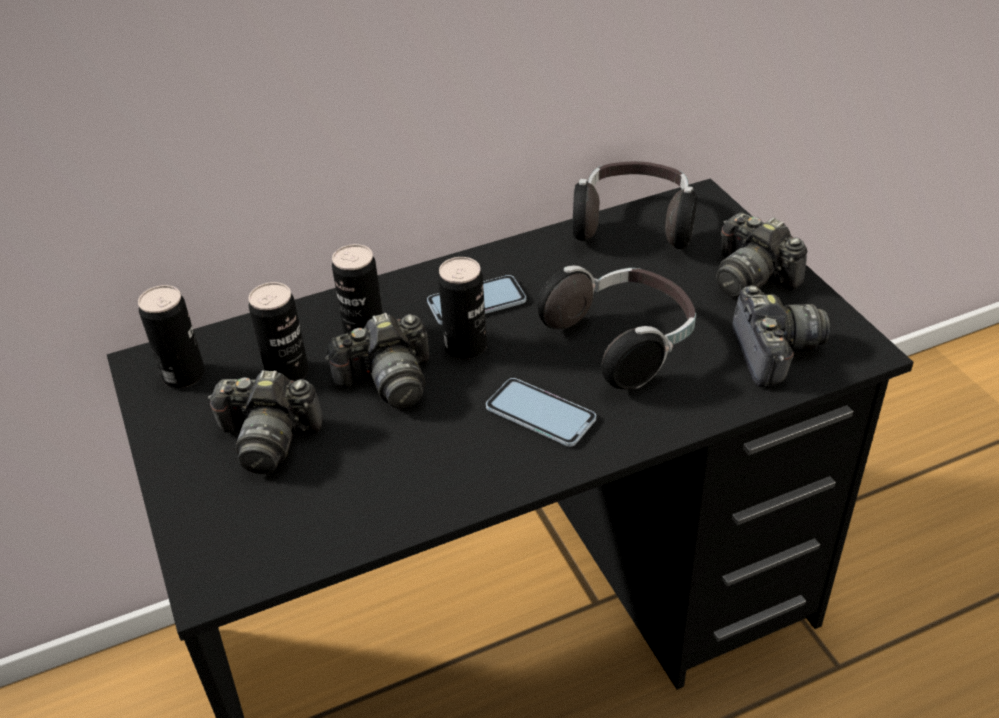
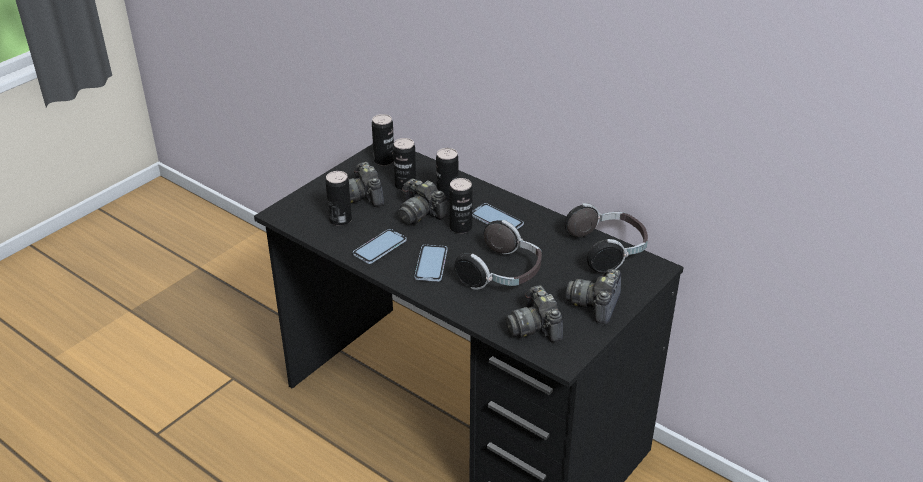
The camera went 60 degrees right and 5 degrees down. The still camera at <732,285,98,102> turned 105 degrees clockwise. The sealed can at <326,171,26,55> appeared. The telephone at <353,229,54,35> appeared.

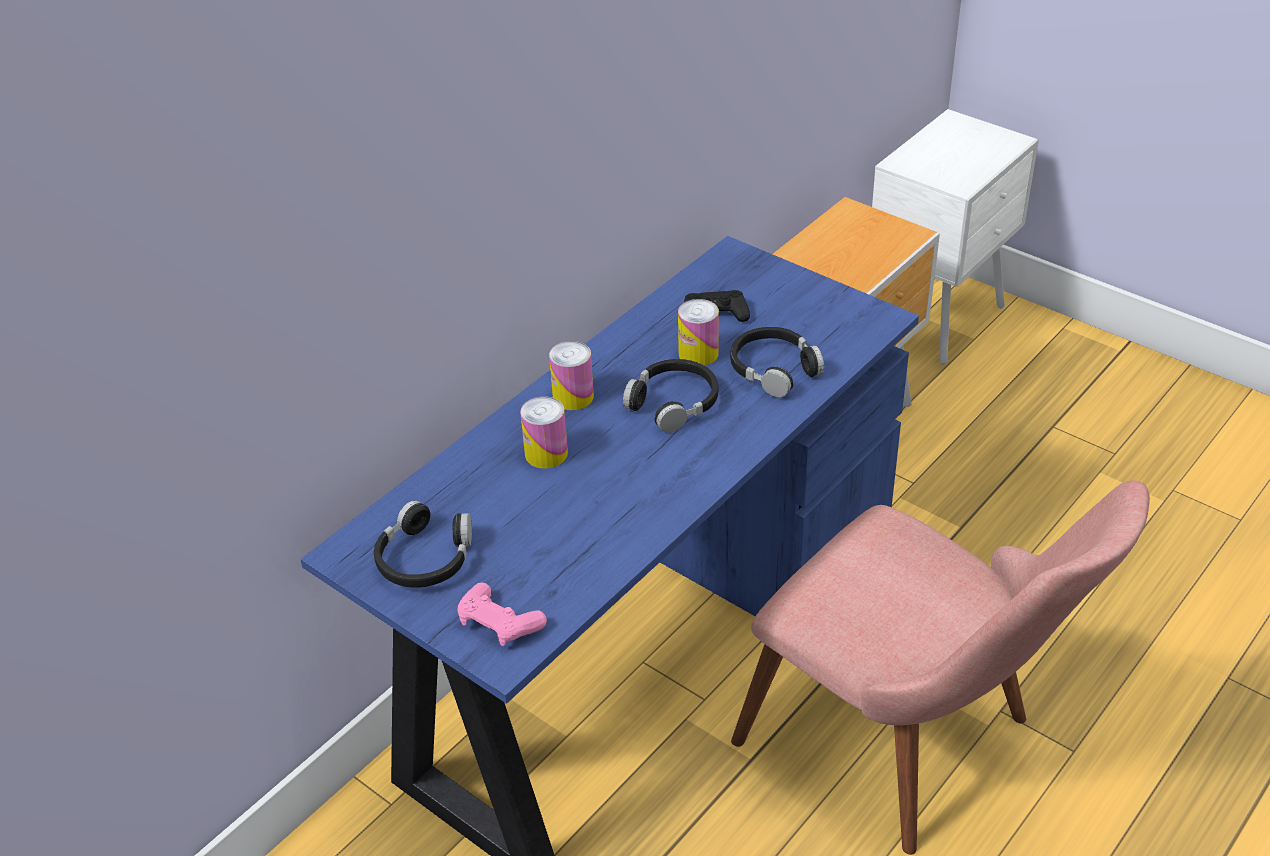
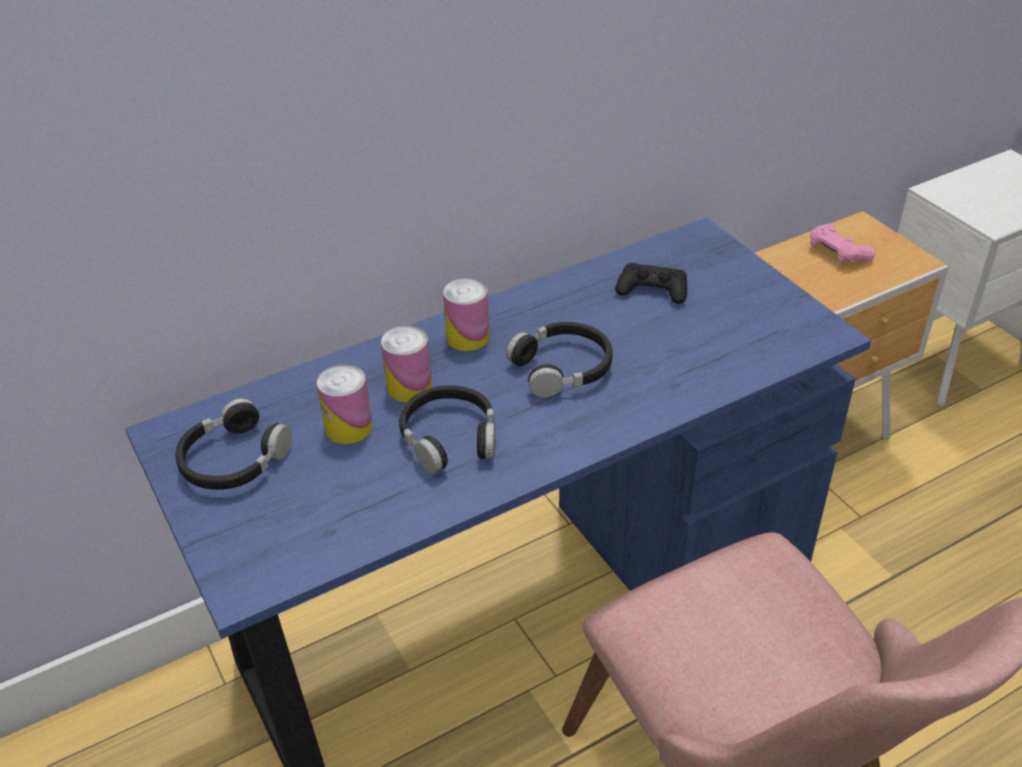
The camera went 20 degrees right and 0 degrees up. The sealed can moved from <678,299,41,67> to <317,364,55,80>. The blackish headset moved from <730,327,94,70> to <399,385,97,89>. The pinkish game controller moved from <457,583,90,63> to <810,224,65,39>.

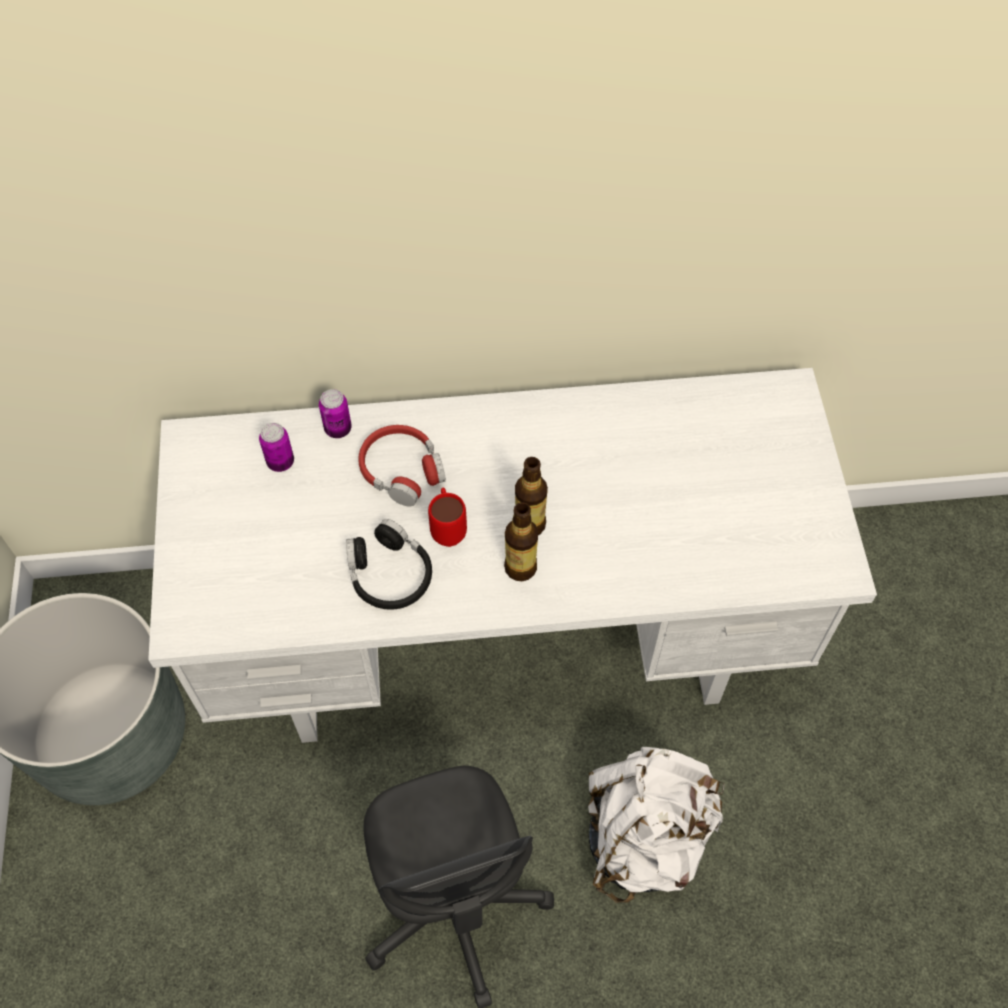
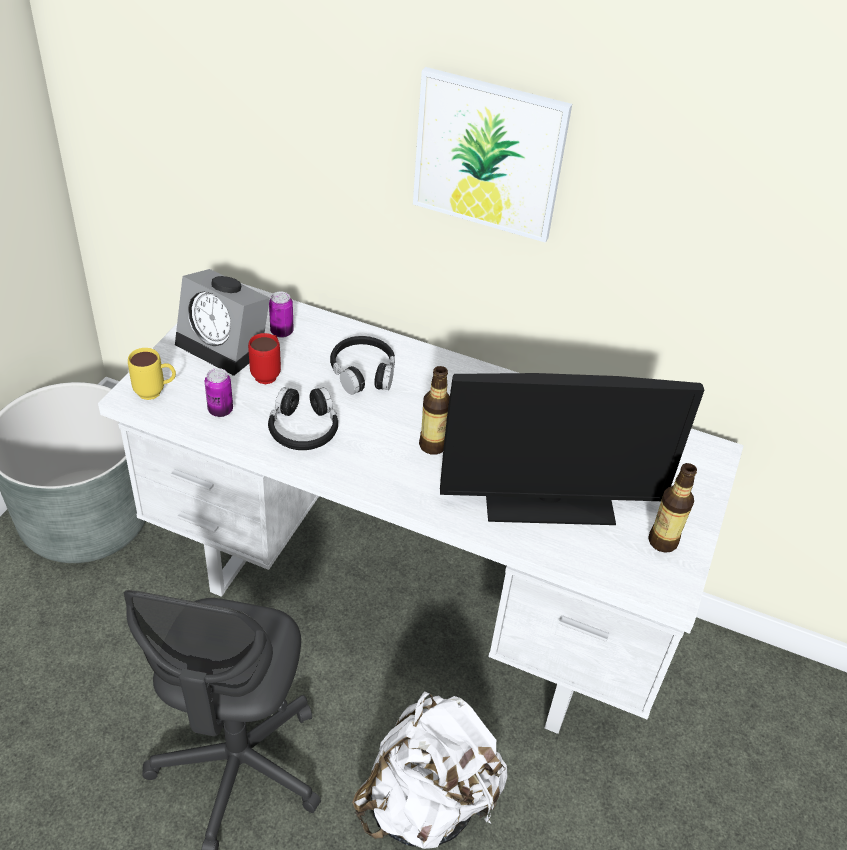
The camera went 25 degrees right and 15 degrees down. The sealed can moved from <319,389,33,49> to <205,368,28,49>. The reddish headset at <358,425,88,81> became the blackish headset at <330,336,65,59>. The reddish mug moved from <428,488,39,59> to <248,333,33,51>. The drink bottle moved from <504,502,34,79> to <648,463,49,90>. The picture at <413,67,159,176> appeared. The bedside clock at <175,269,95,107> appeared. The yellow mug at <128,348,48,52> appeared. The computer screen at <440,373,264,152> appeared.

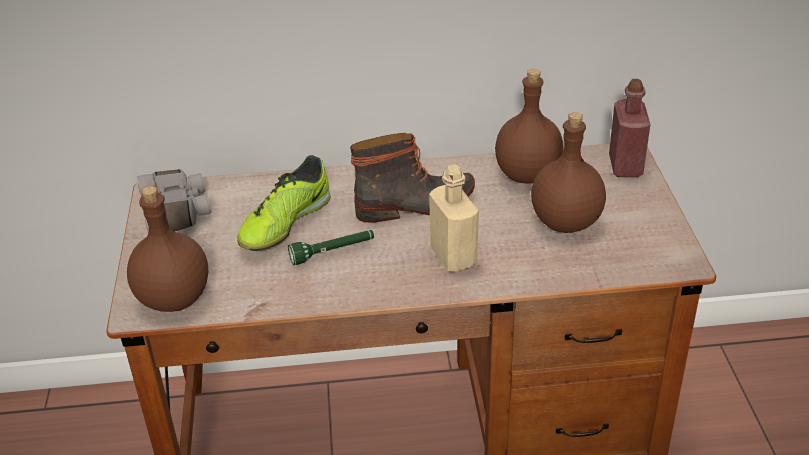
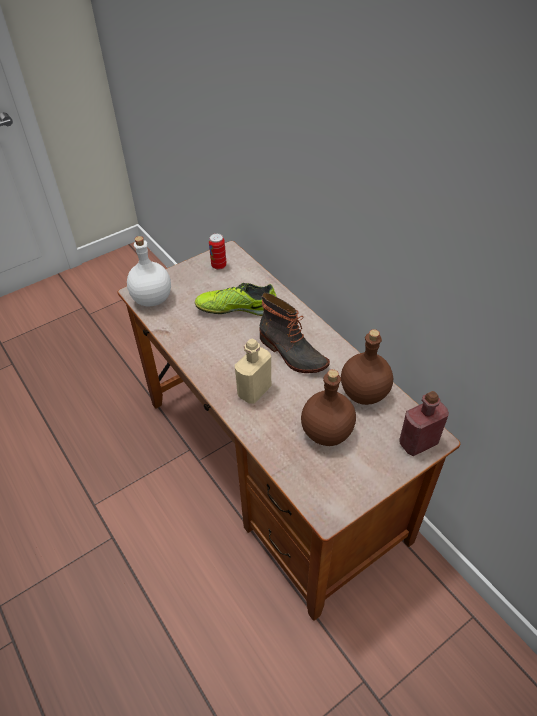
The camera went 60 degrees right and 10 degrees up. The grey binoculars at <137,169,74,64> was replaced by the sealed can at <209,233,18,37>. The brown-coloured drink bottle at <127,186,81,126> became the whitish drink bottle at <127,236,44,70>. The green-coloured hand torch at <288,230,86,35> disappeared.

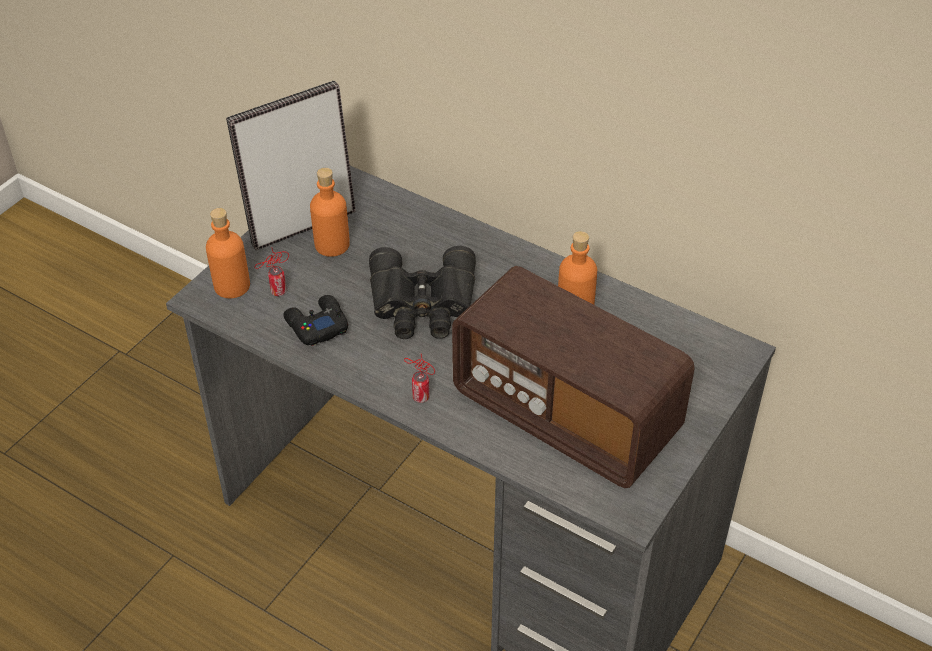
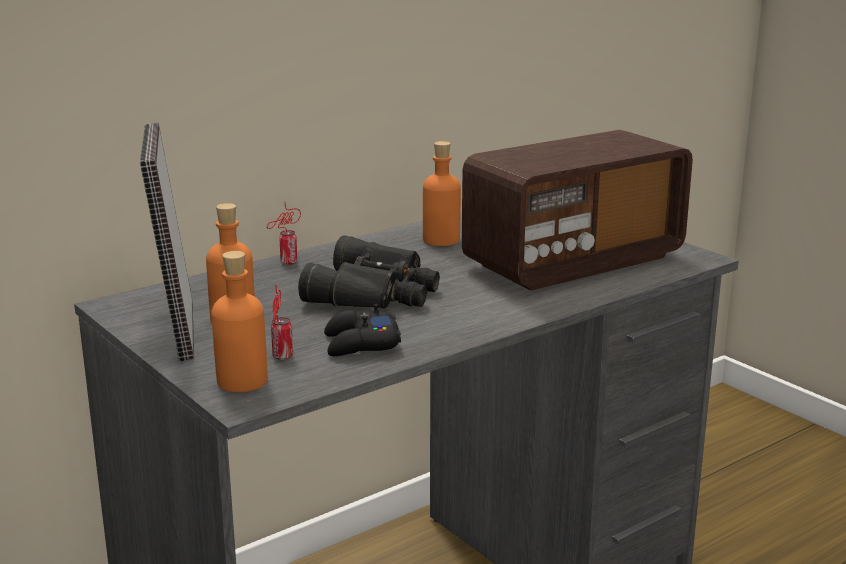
The camera went 70 degrees left and 25 degrees down. The sealed can moved from <404,353,31,50> to <267,204,34,61>.

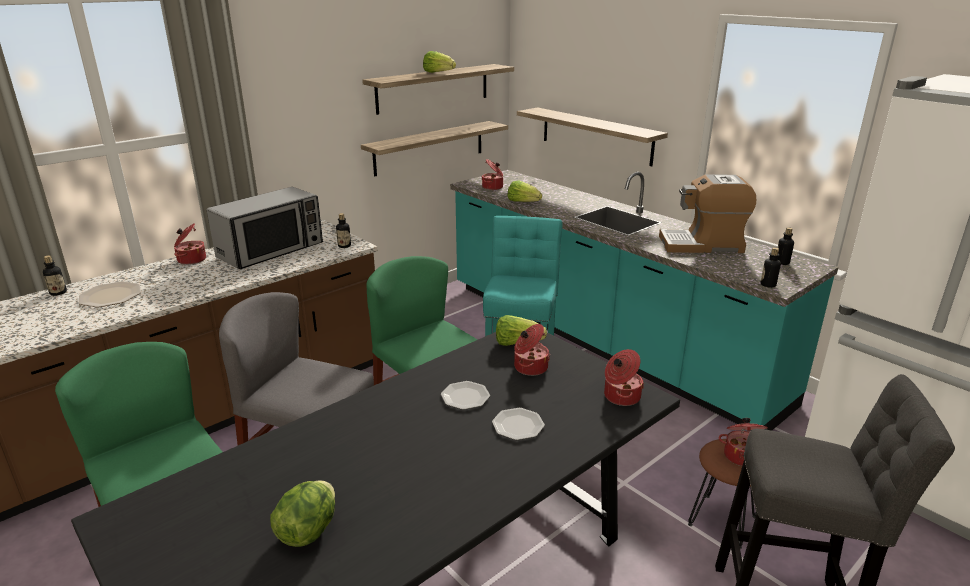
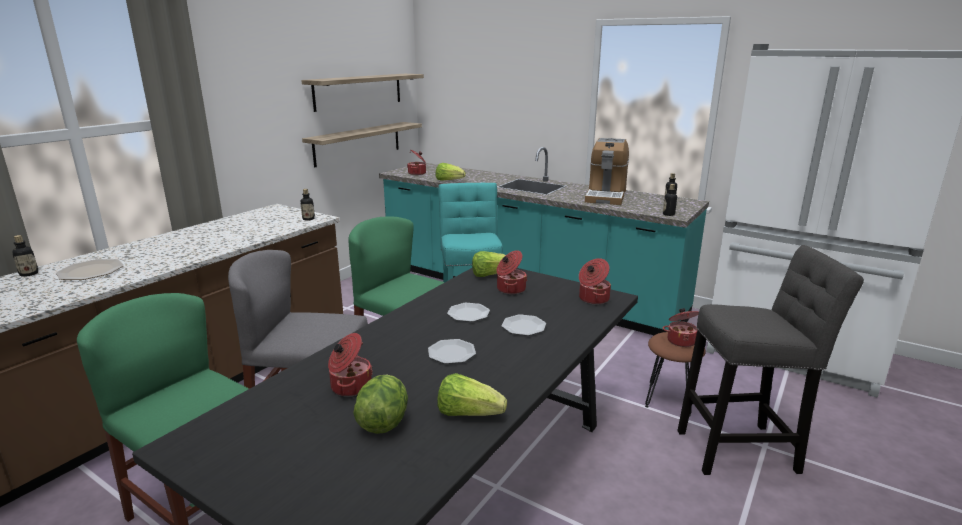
The camera went 15 degrees left and 5 degrees down. The head of lettuce moved from <423,51,33,22> to <437,373,70,43>. The wall shelf at <517,107,151,60> disappeared. The coffee machine at <659,174,97,79> turned 60 degrees counterclockwise. The kitchen microwave at <206,187,117,82> disappeared. The stockpot moved from <174,223,32,42> to <328,333,45,63>. The plate at <428,339,48,25> appeared.

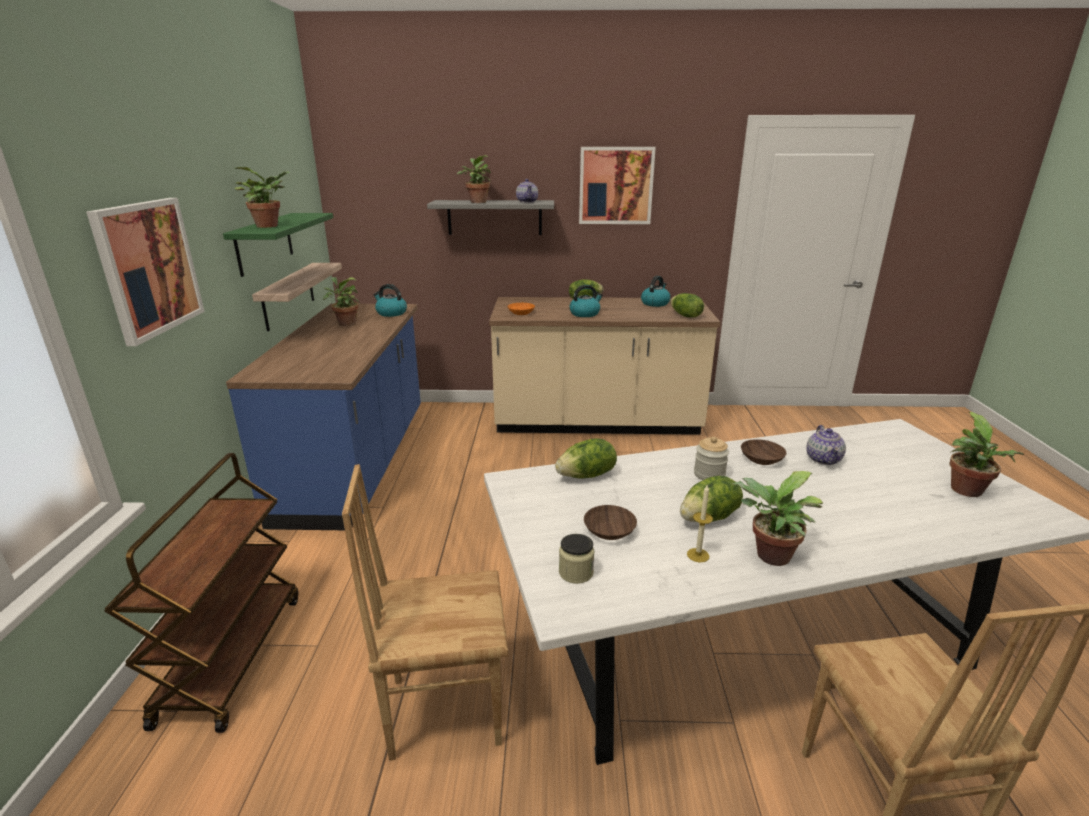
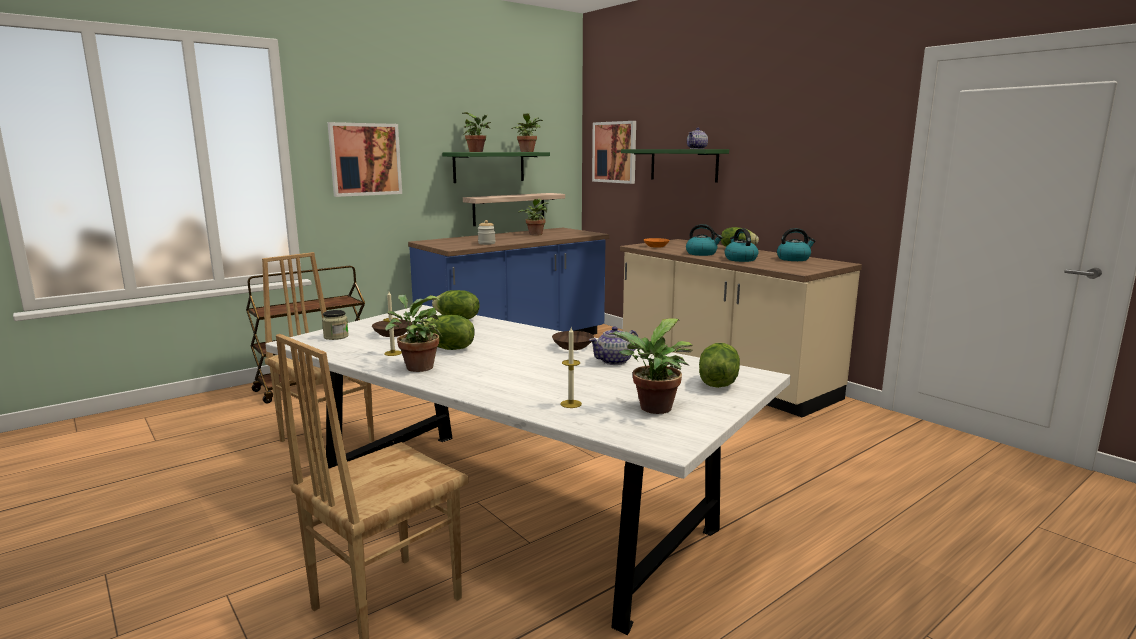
The camera went 50 degrees right and 10 degrees down. The picture moved from <579,147,77,77> to <592,121,44,63>. The potted plant moved from <457,155,34,48> to <511,113,32,39>. The grey wall shelf at <427,200,127,35> became the green-coloured wall shelf at <621,149,108,34>. The tea kettle moved from <373,284,34,33> to <725,228,33,34>. The head of lettuce moved from <670,293,34,24> to <699,343,41,45>. The jar moved from <694,437,35,43> to <478,220,17,25>. The wax light at <560,327,22,81> appeared.

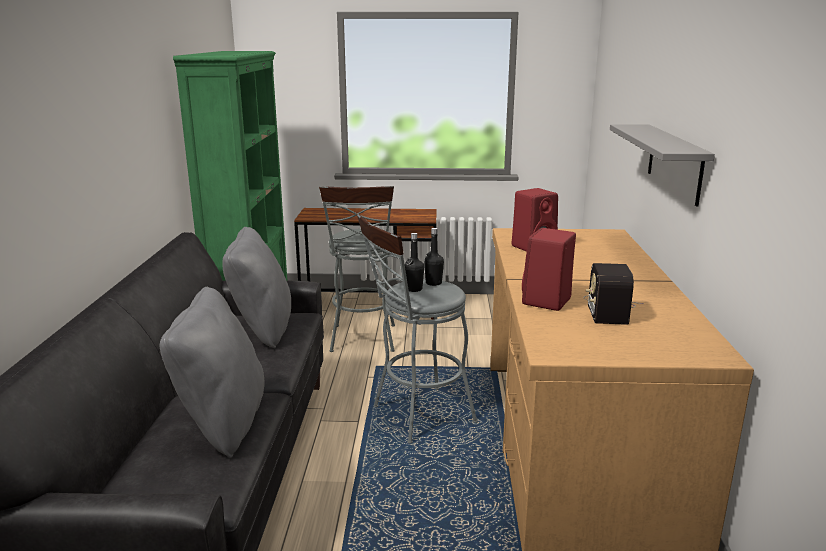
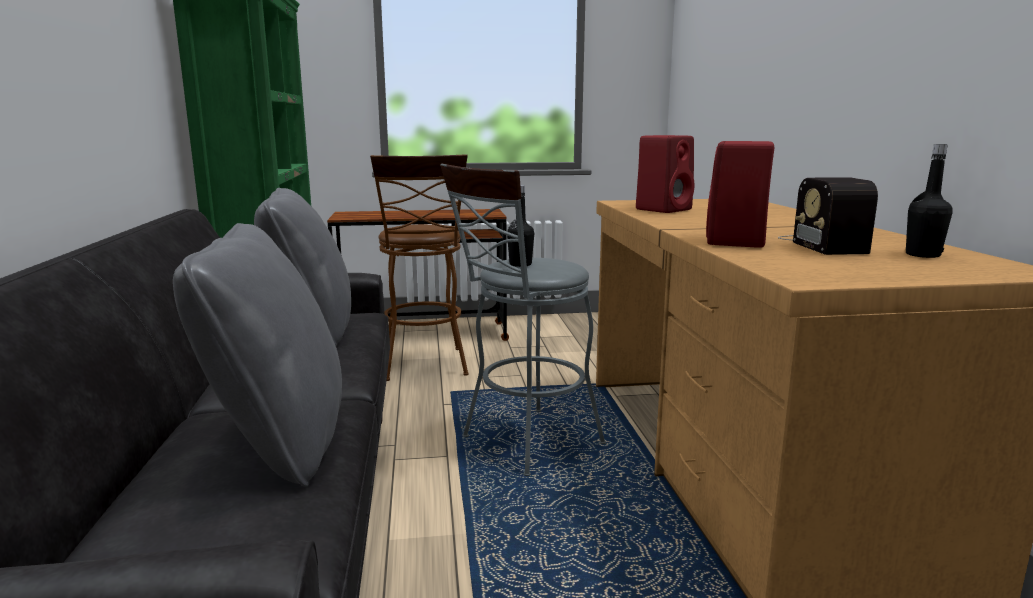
The camera went 10 degrees left and 5 degrees down. The grey wall shelf at <610,124,105,83> disappeared. The grey stool seat at <319,186,76,166> became the brown-coloured stool seat at <370,154,99,227>. The blackish drink bottle moved from <424,228,20,58> to <906,144,47,114>.

